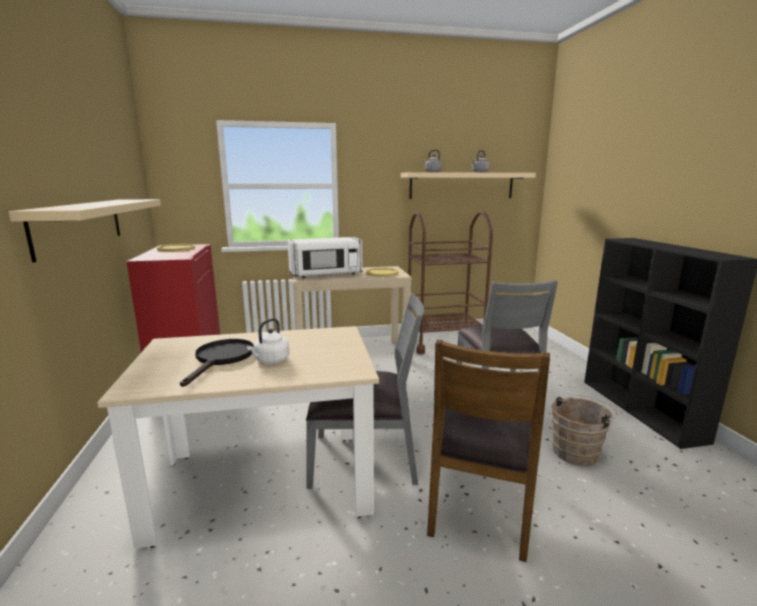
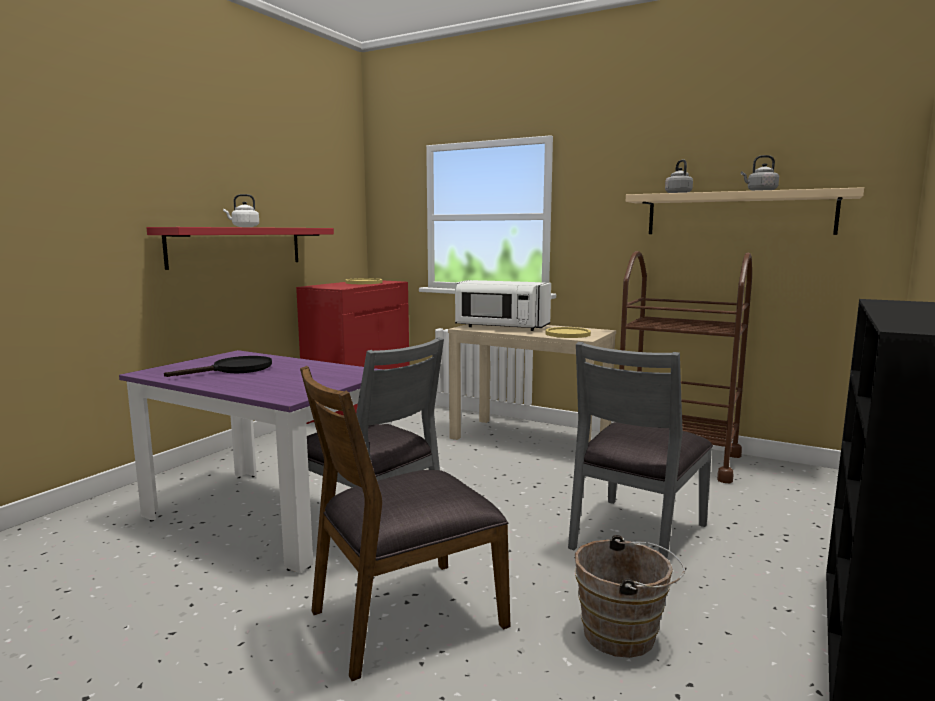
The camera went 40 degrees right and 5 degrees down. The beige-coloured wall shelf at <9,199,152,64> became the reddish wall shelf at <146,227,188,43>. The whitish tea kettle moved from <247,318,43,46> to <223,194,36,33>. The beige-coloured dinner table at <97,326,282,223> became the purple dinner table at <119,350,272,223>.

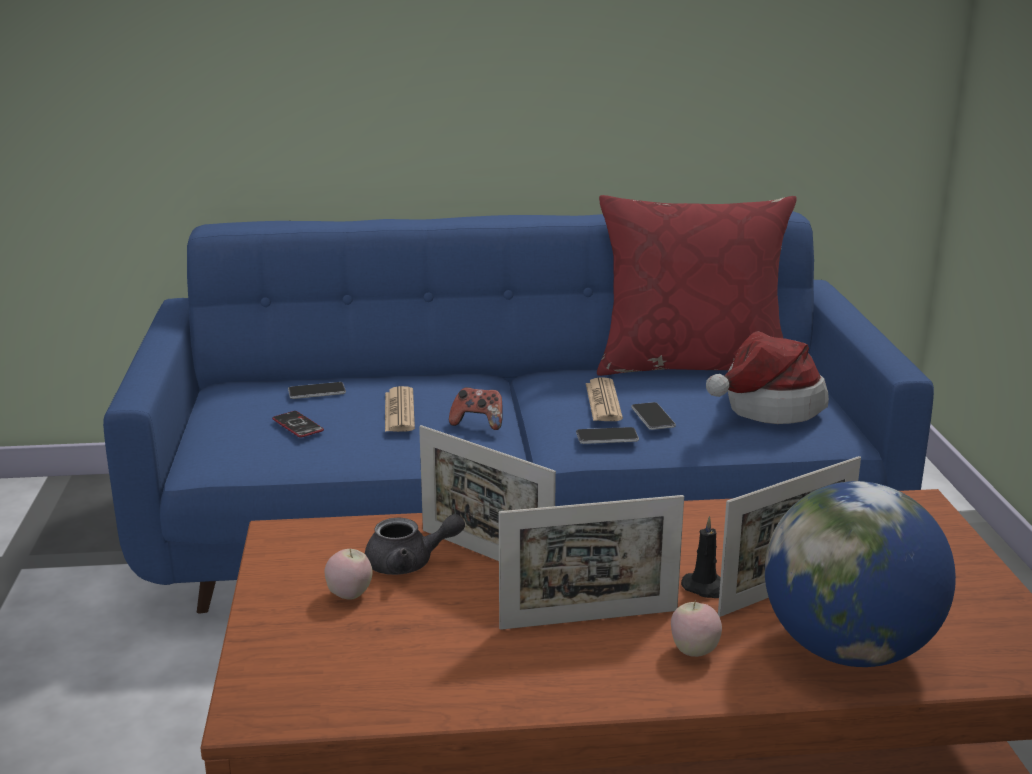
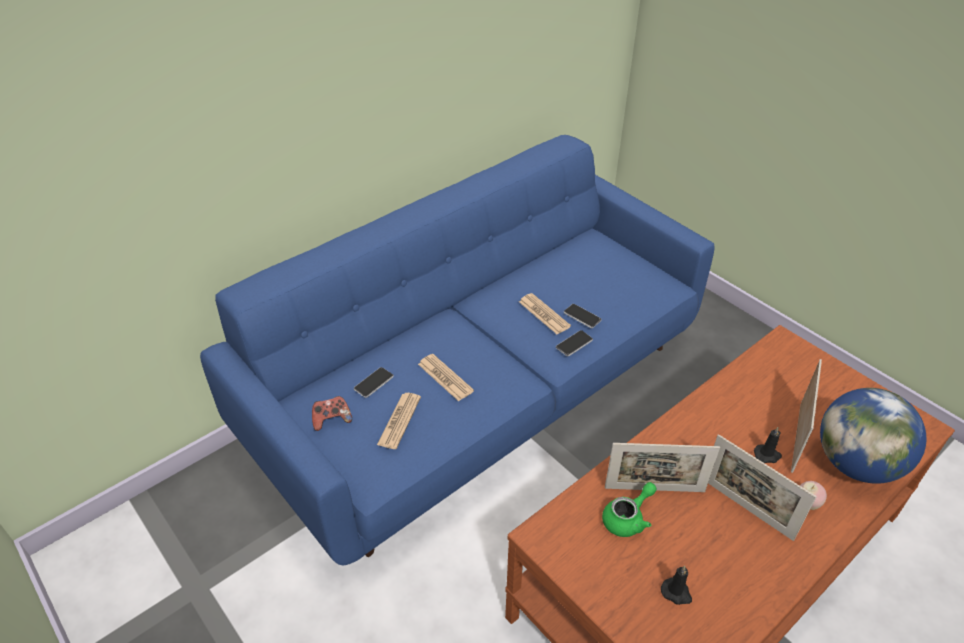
The camera went 35 degrees left and 20 degrees up. The reddish pillow at <597,195,200,181> disappeared. The hat at <706,331,123,93> disappeared. The game controller moved from <449,387,54,43> to <312,396,40,35>. The telephone at <272,411,52,27> was replaced by the daily paper at <377,393,44,56>. The picture frame at <499,495,185,135> turned 90 degrees clockwise. The grey pot for tea at <365,514,100,61> became the green-coloured pot for tea at <602,482,55,55>. The apple fruit at <325,548,48,52> disappeared. The blackish wax light at <661,566,31,39> appeared.

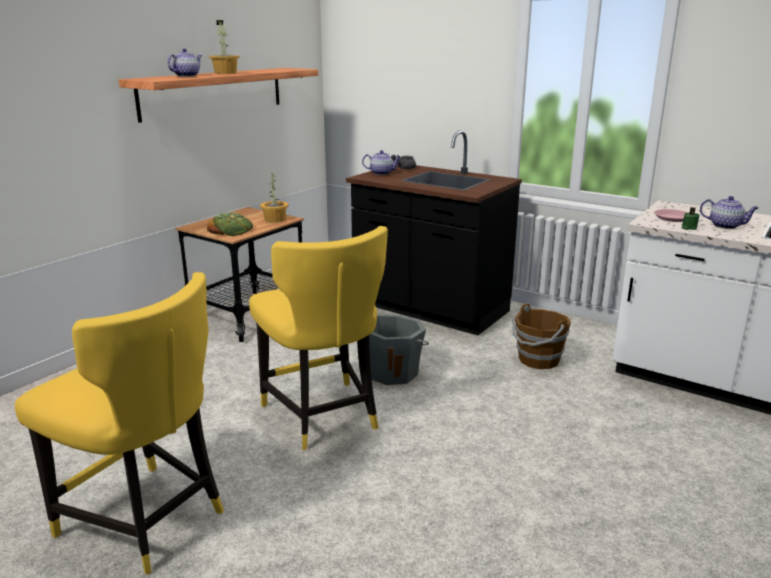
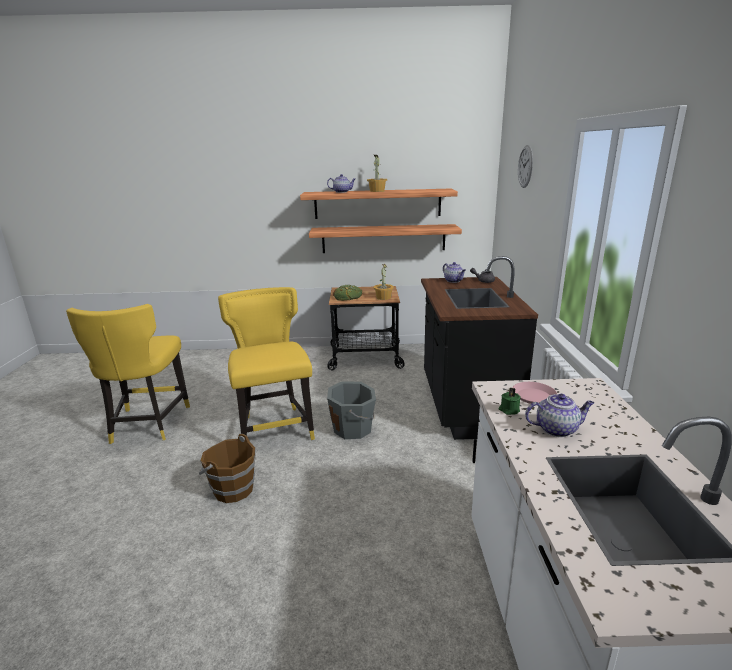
The camera went 55 degrees right and 0 degrees up. The pot for tea at <700,196,59,33> turned 90 degrees counterclockwise. The yellow chair at <249,226,139,224> turned 135 degrees clockwise. The brown-coloured pail moved from <512,304,59,65> to <199,434,57,69>. The clock on the wall at <518,145,15,43> appeared. The wall shelf at <309,224,153,29> appeared.

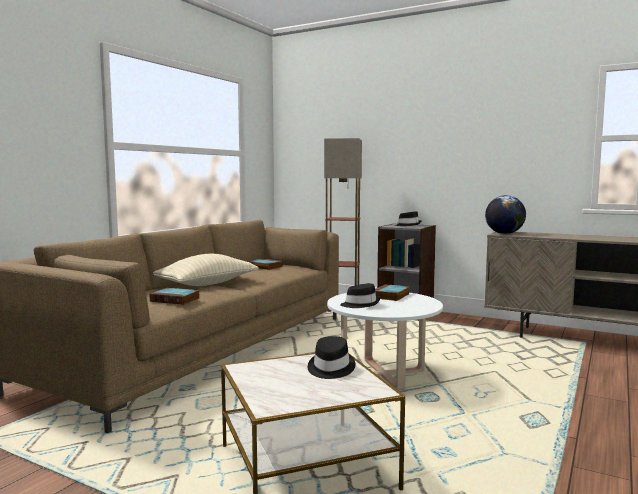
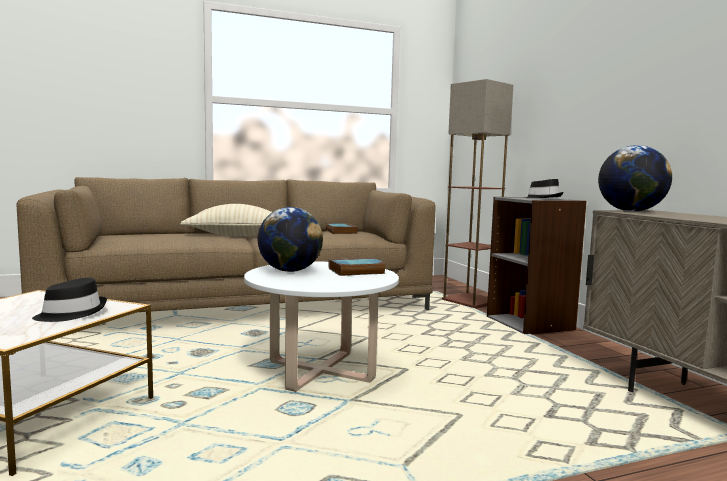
The camera went 40 degrees right and 0 degrees up. The blackish hat at <340,283,40,25> was replaced by the globe at <258,207,65,65>. The bound book at <149,288,51,17> disappeared.

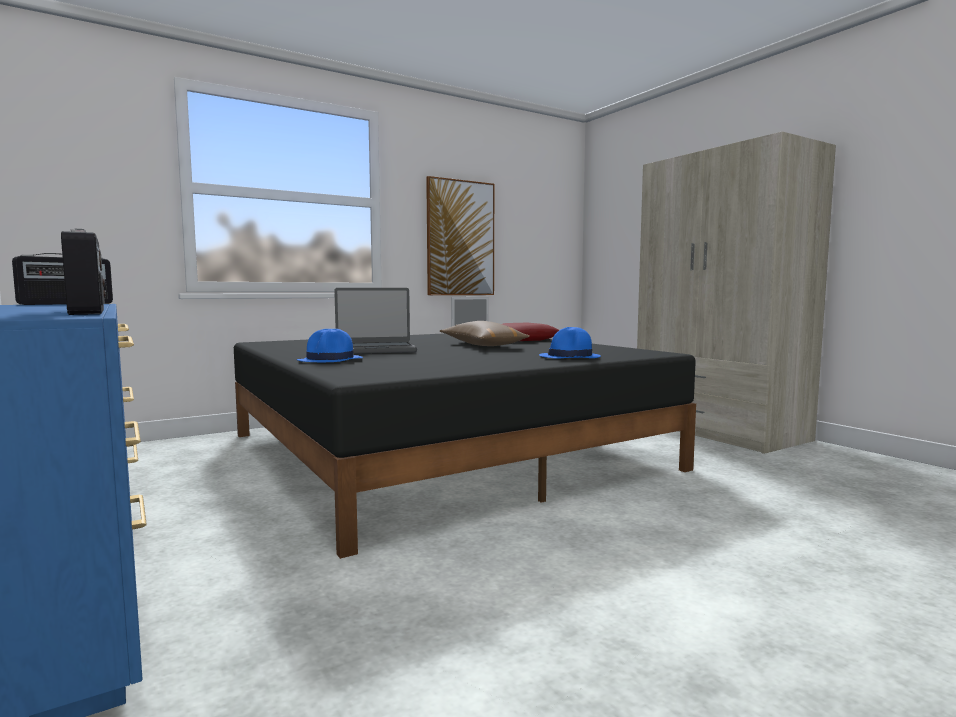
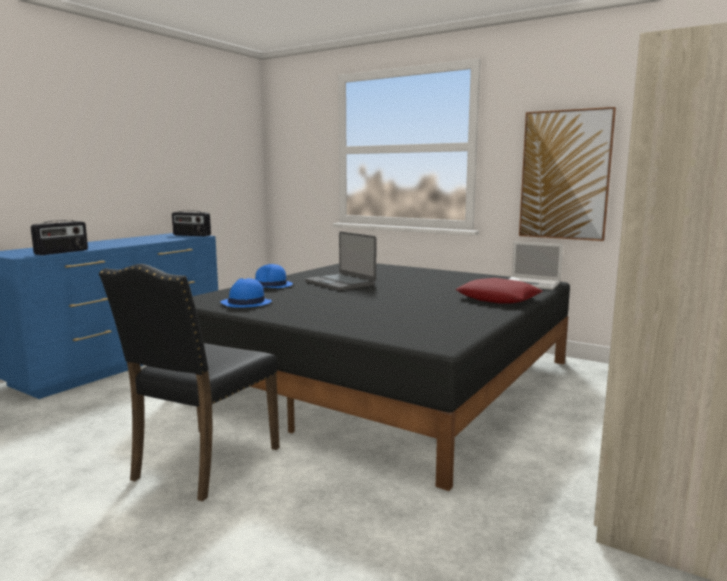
The camera went 65 degrees right and 5 degrees up. The brown-coloured pillow at <440,321,90,25> disappeared. The blue hat moved from <539,327,62,31> to <220,278,52,30>. The blackish chair at <99,264,180,237> appeared.

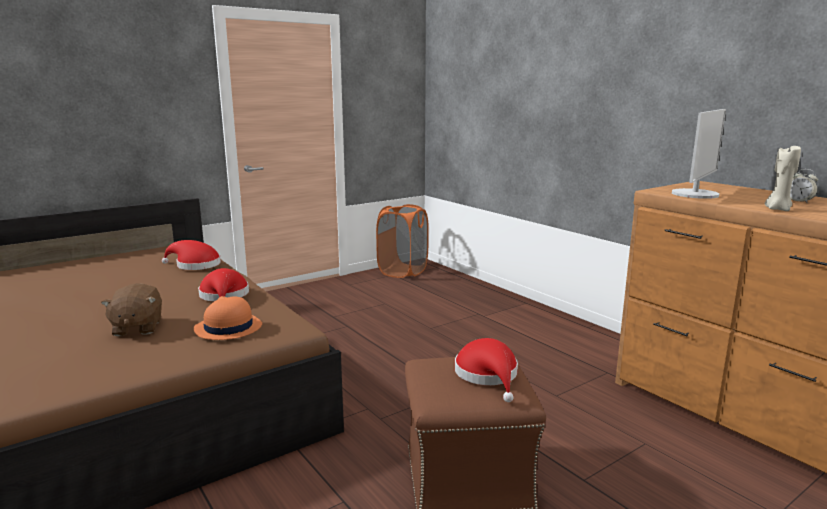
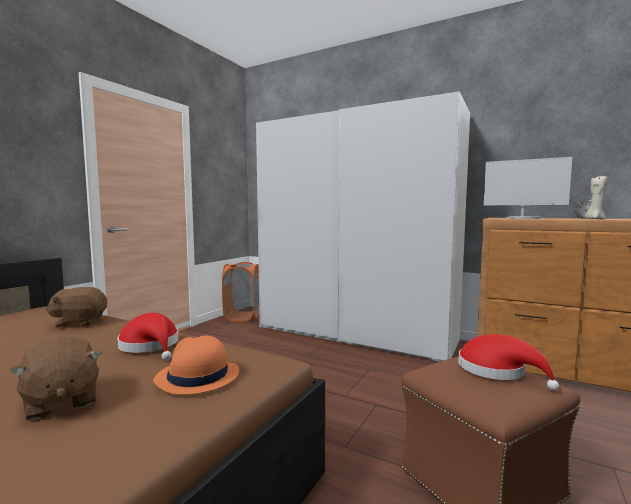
The camera went 25 degrees left and 10 degrees down. The computer screen at <672,109,54,90> turned 105 degrees clockwise. The reddish hat at <162,240,59,30> was replaced by the brown-coloured plush toy at <46,287,61,41>. The whitish wardrobe at <256,92,214,269> appeared.

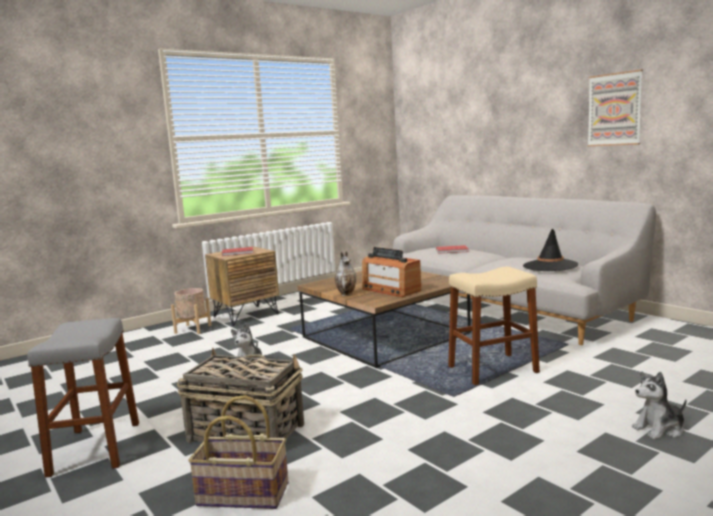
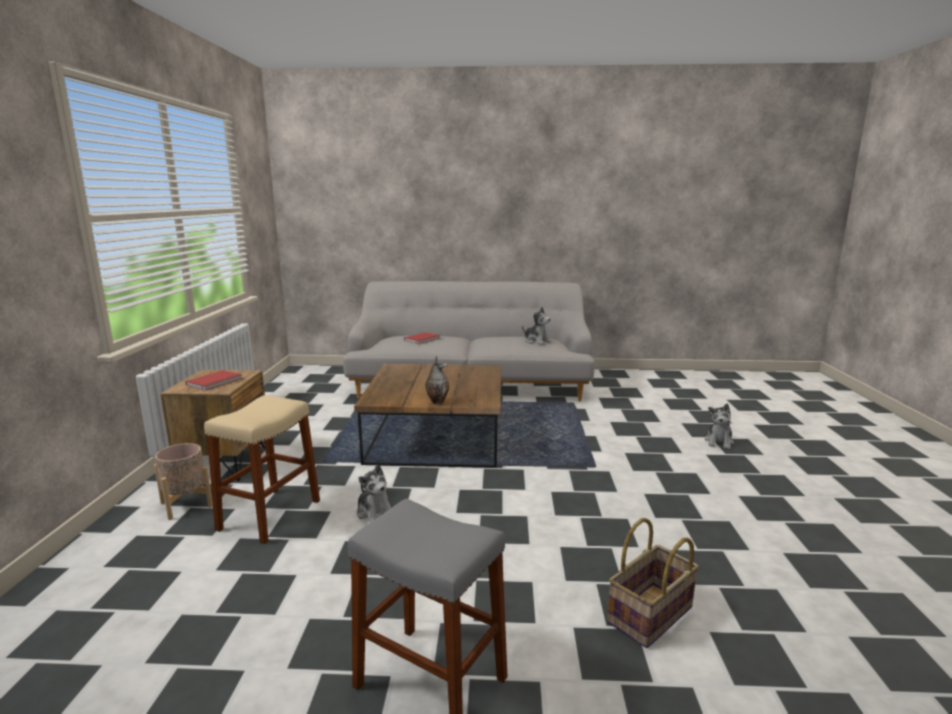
The camera went 50 degrees left and 5 degrees up. The picture at <587,69,56,77> disappeared. The blackish hat at <523,229,55,42> was replaced by the plush toy at <522,307,29,38>. The radio at <362,247,59,50> disappeared. The beige-coloured stool seat moved from <448,267,92,118> to <204,395,116,149>. The basket at <177,348,127,95> disappeared.

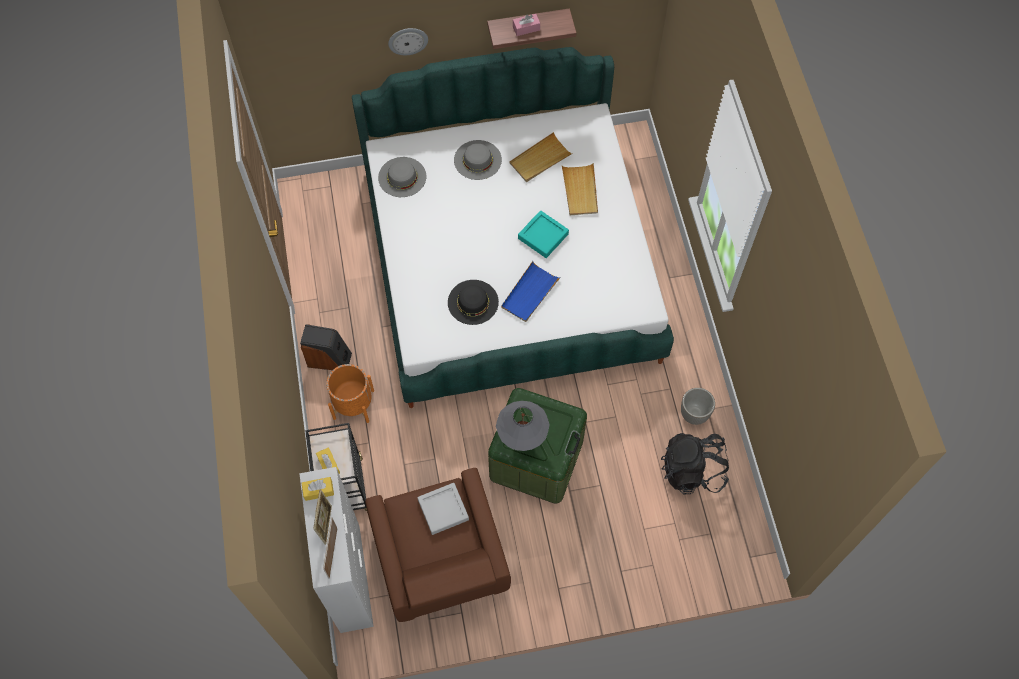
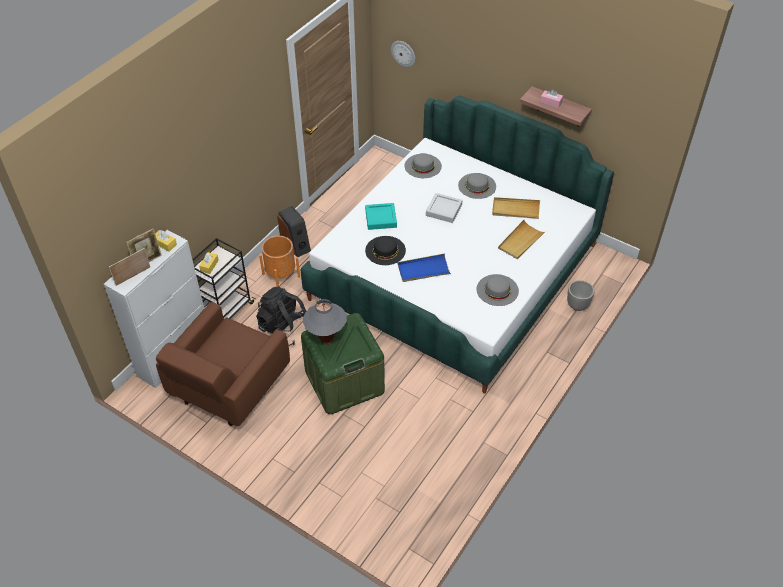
The camera went 45 degrees right and 15 degrees down. The clock on the wall moved from <388,28,40,27> to <391,41,24,26>. The turquoise tray moved from <518,210,51,48> to <365,203,32,27>. The planter moved from <681,388,34,37> to <567,280,27,31>. The blackish knapsack moved from <661,433,68,61> to <256,286,50,60>. The grey tray moved from <417,483,52,52> to <426,193,36,30>. The grey hat at <477,274,42,32> appeared.

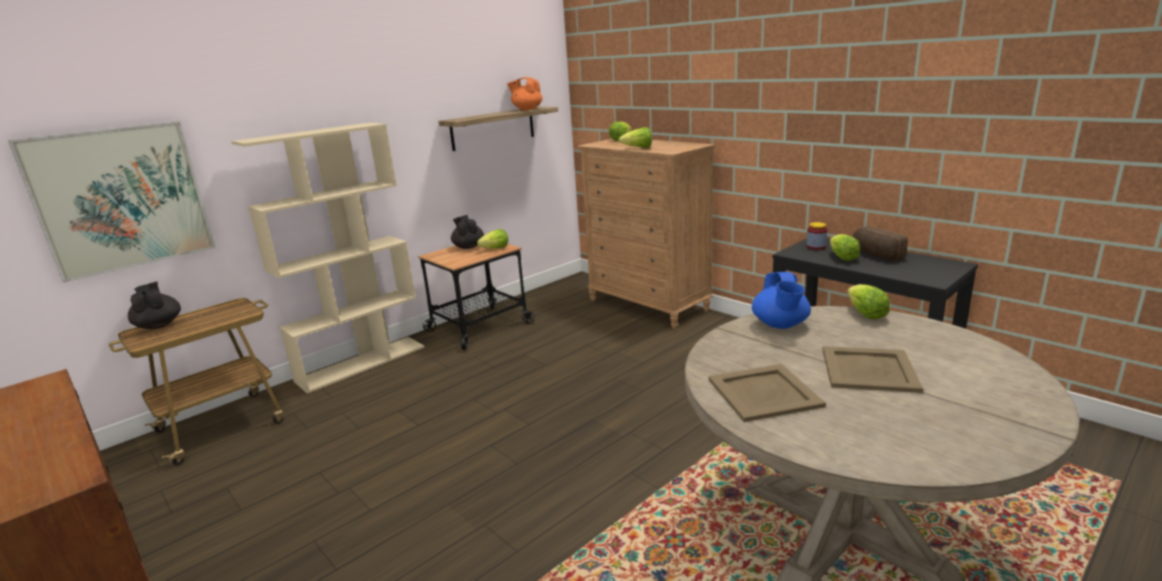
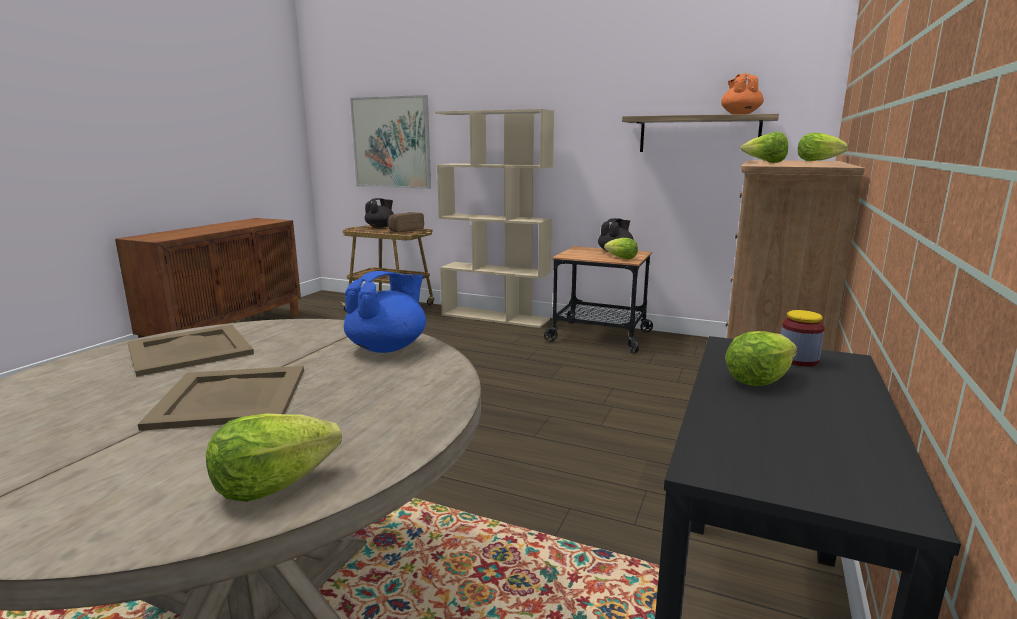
The camera went 65 degrees right and 5 degrees down. The bread moved from <853,226,55,34> to <388,212,36,20>. The blue pot for tea at <752,272,59,57> turned 150 degrees clockwise. The head of lettuce moved from <847,284,43,35> to <206,413,136,89>.

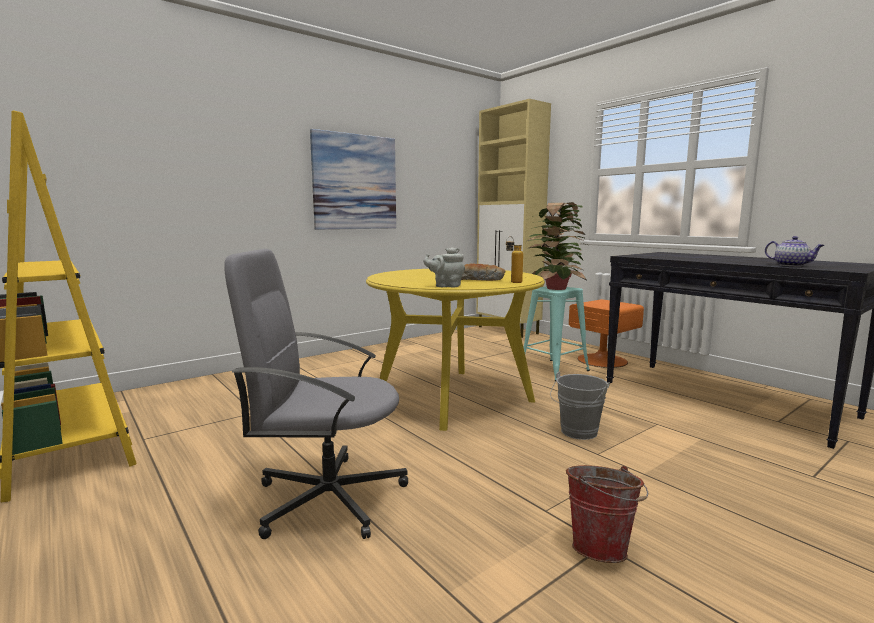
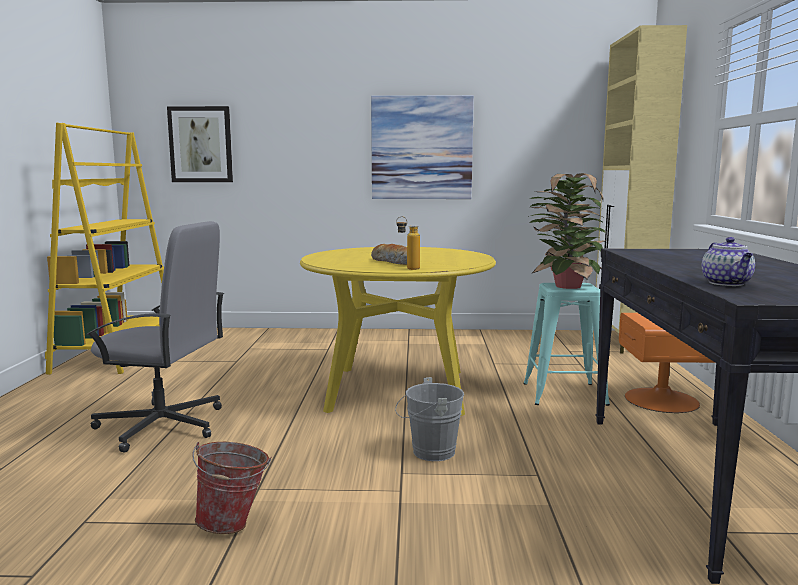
The camera went 40 degrees right and 0 degrees up. The grey pot for tea at <423,247,42,40> disappeared. The grey office chair at <224,249,184,290> turned 150 degrees clockwise. The picture at <167,106,66,76> appeared.

